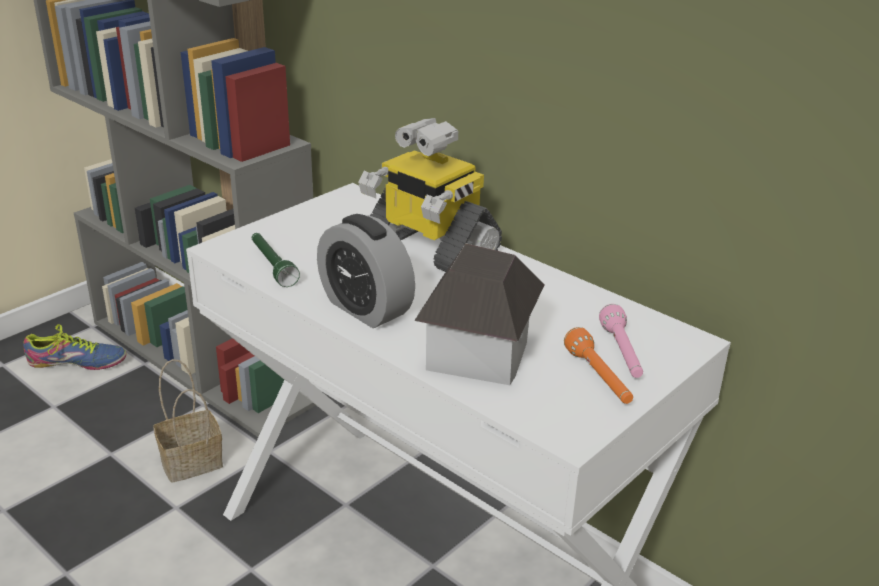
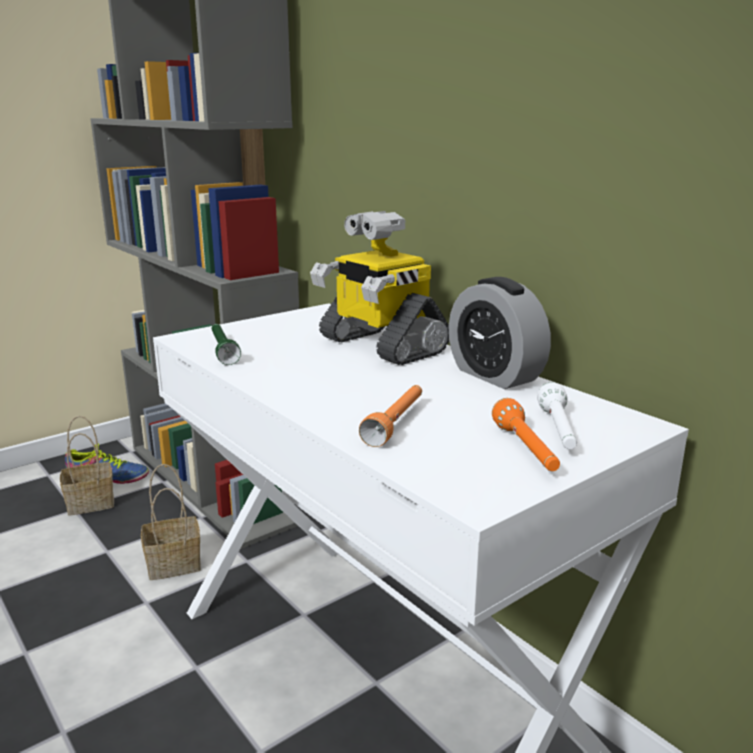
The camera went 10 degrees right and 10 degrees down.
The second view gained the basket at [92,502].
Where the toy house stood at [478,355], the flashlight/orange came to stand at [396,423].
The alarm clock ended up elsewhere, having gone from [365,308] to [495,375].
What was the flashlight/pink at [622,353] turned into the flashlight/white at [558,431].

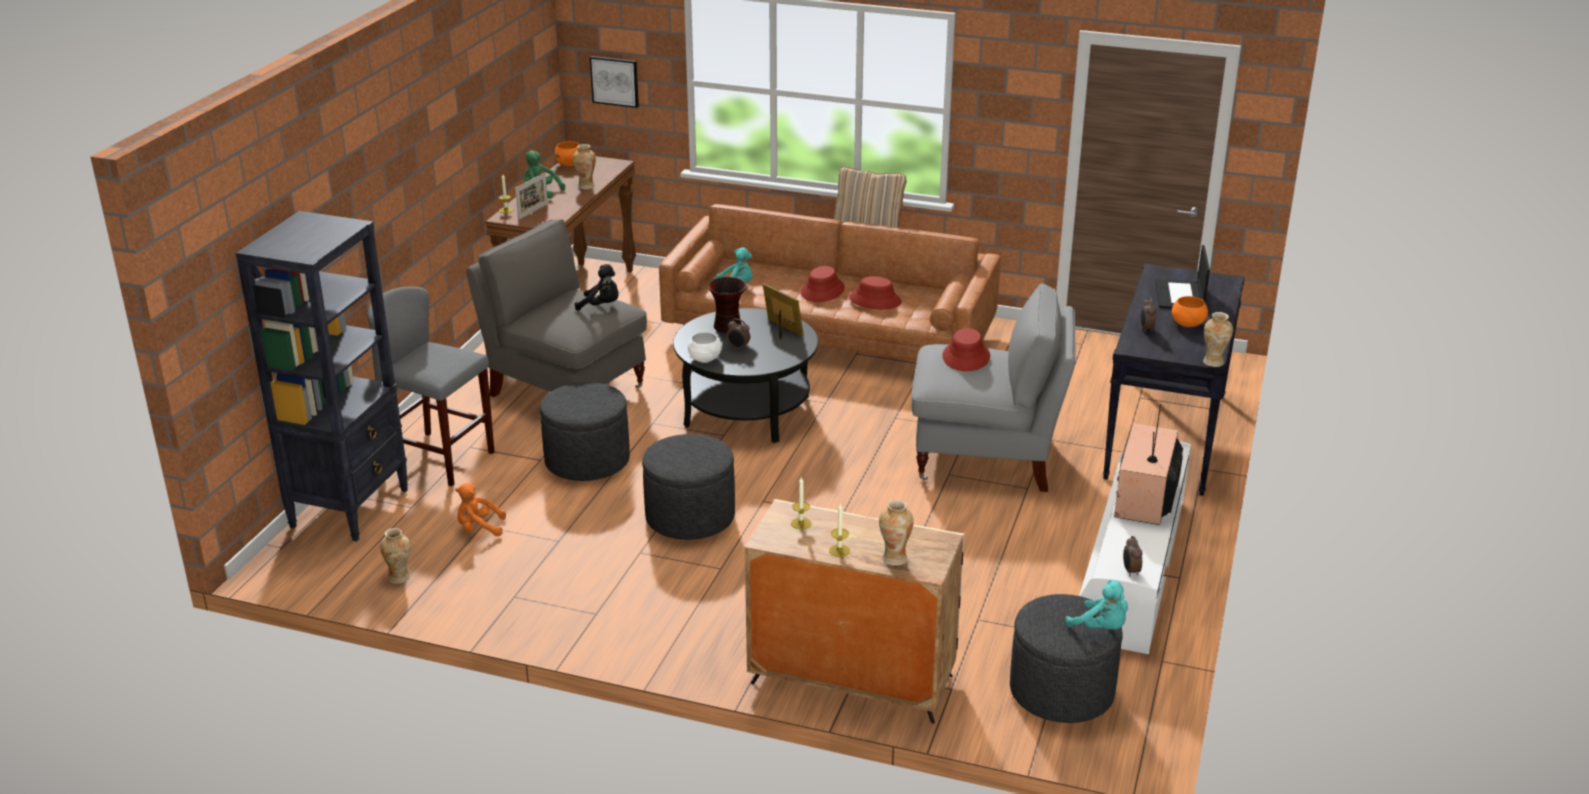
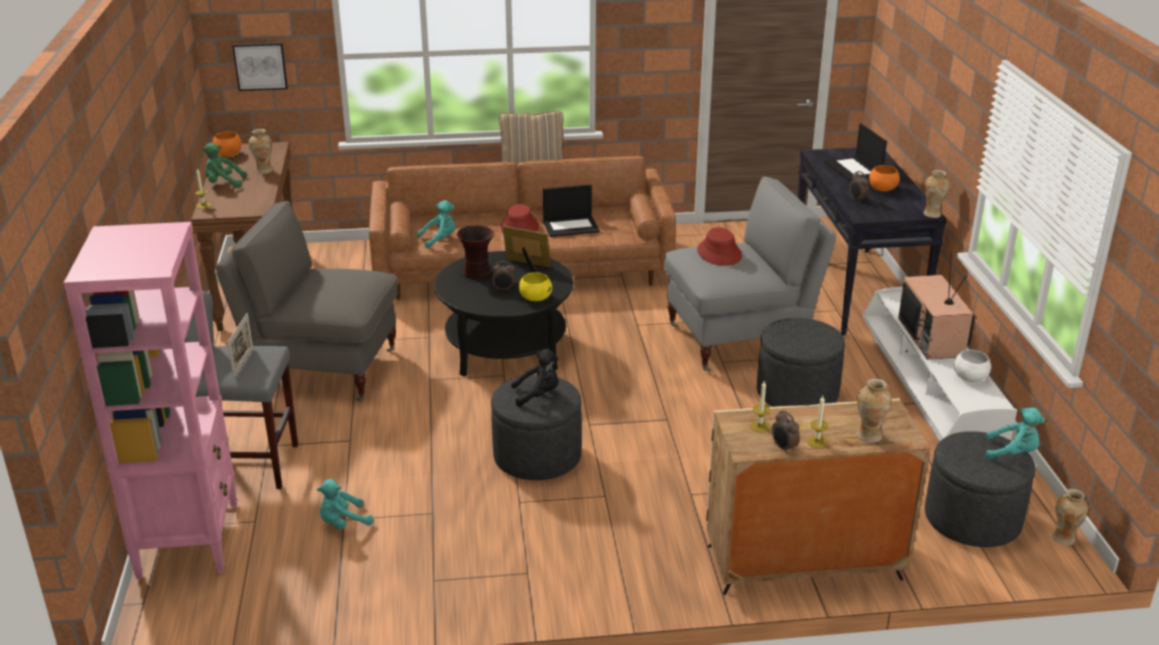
The camera went 25 degrees left and 0 degrees up.
What was the bookcase/black at [350,508] turned into the bookcase/pink at [189,539].
The picture frame ended up elsewhere, having gone from [533,211] to [243,363].
What was the plush toy/orange at [479,528] turned into the plush toy/turquoise at [343,523].
The plush toy/black ended up elsewhere, having gone from [601,306] to [538,395].
The second view gained the bowl/yellow at [535,298].
Where the hat/red stood at [875,300], the laptop came to stand at [571,226].
The ottoman/grey ended up elsewhere, having gone from [587,461] to [797,393].
The alarm clock ended up elsewhere, having gone from [1130,571] to [783,448].
The bowl/white ended up elsewhere, having gone from [704,359] to [969,378].
The vase ended up elsewhere, having gone from [399,577] to [1064,538].

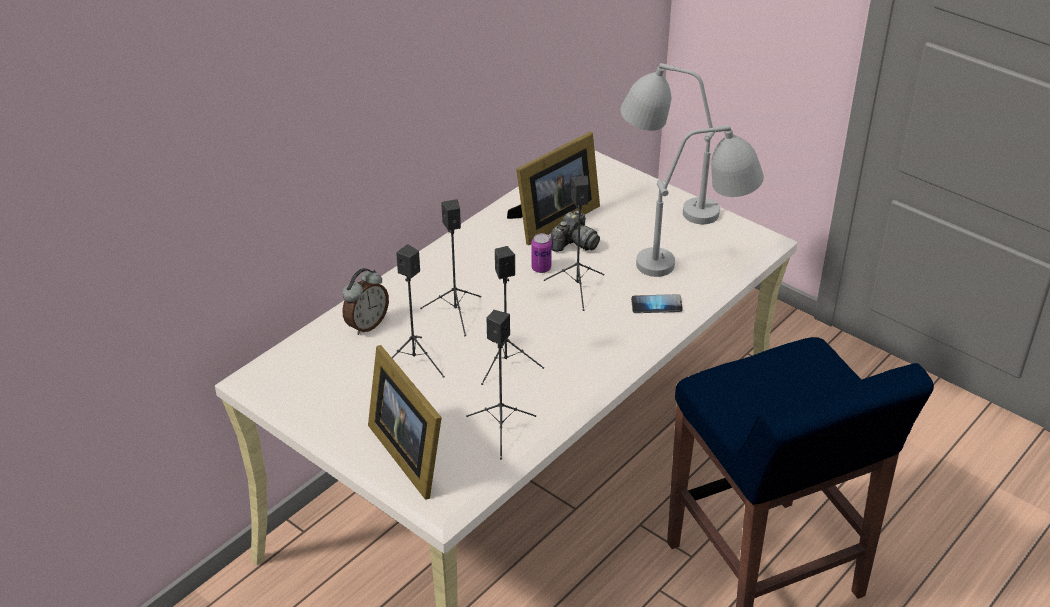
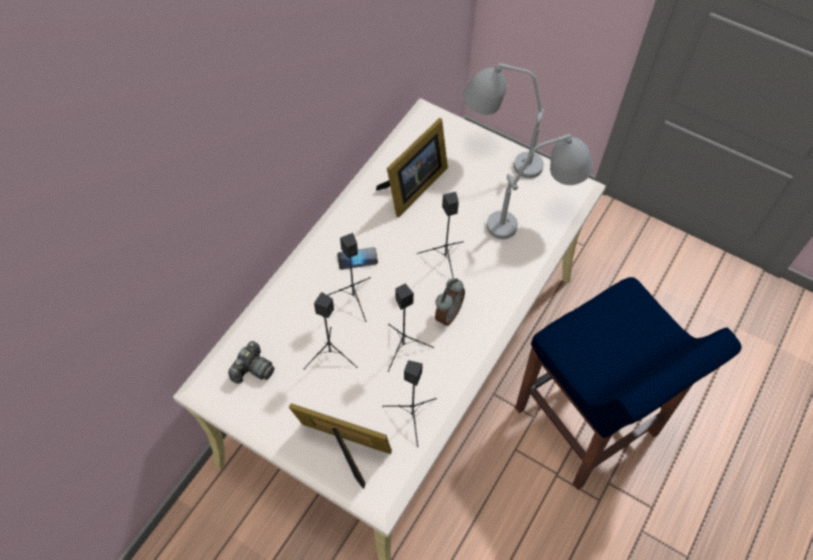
The camera went 10 degrees left and 20 degrees up.
The photo camera ended up elsewhere, having gone from [574,244] to [252,369].
The picture frame at [410,452] ended up facing another way, 150 degrees clockwise from before.
The phone ended up elsewhere, having gone from [656,305] to [357,259].
The alarm clock ended up elsewhere, having gone from [366,325] to [447,313].
The second view lost the can at [541,268].

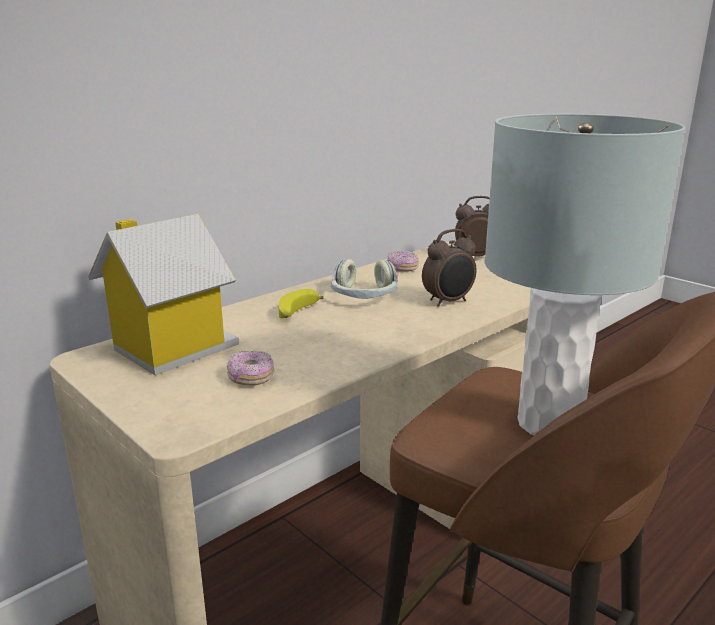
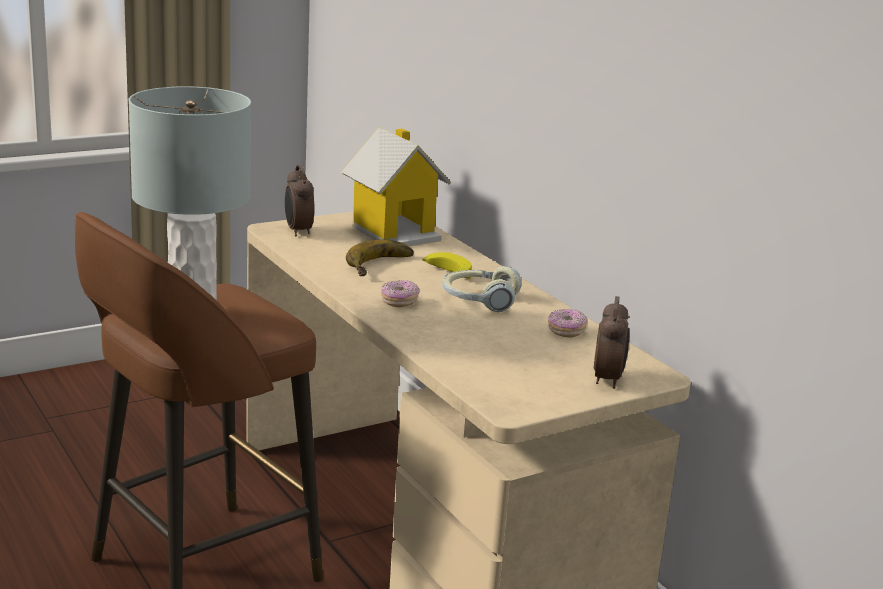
The camera went 100 degrees right and 0 degrees up.
The alarm clock ended up elsewhere, having gone from [448,302] to [298,231].
The second view gained the banana at [384,266].
The donut ended up elsewhere, having gone from [251,378] to [399,302].

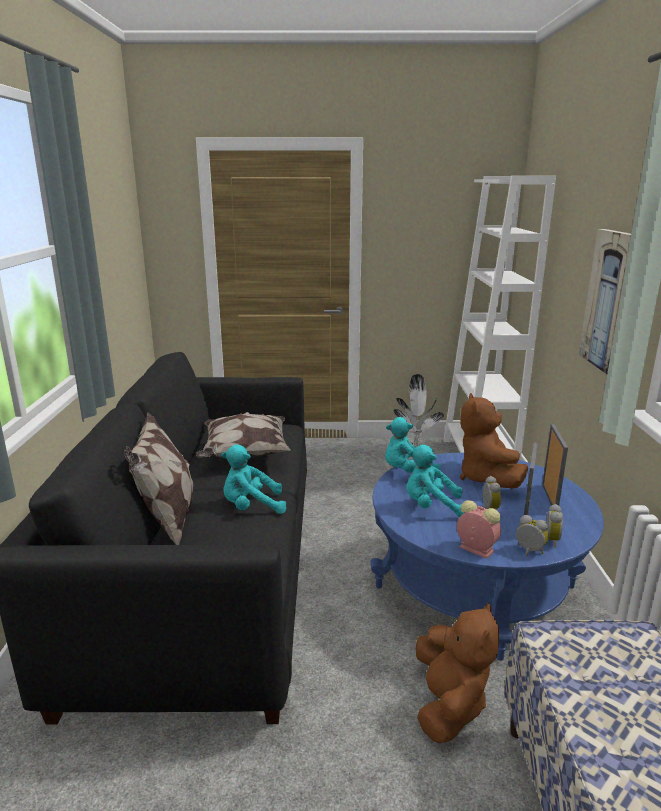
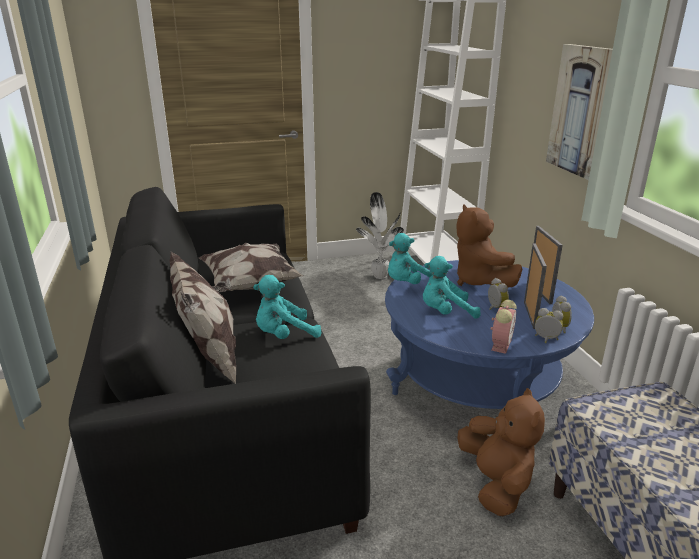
The camera went 15 degrees left and 5 degrees up.
The alarm clock at [474,549] ended up facing another way, 90 degrees clockwise from before.

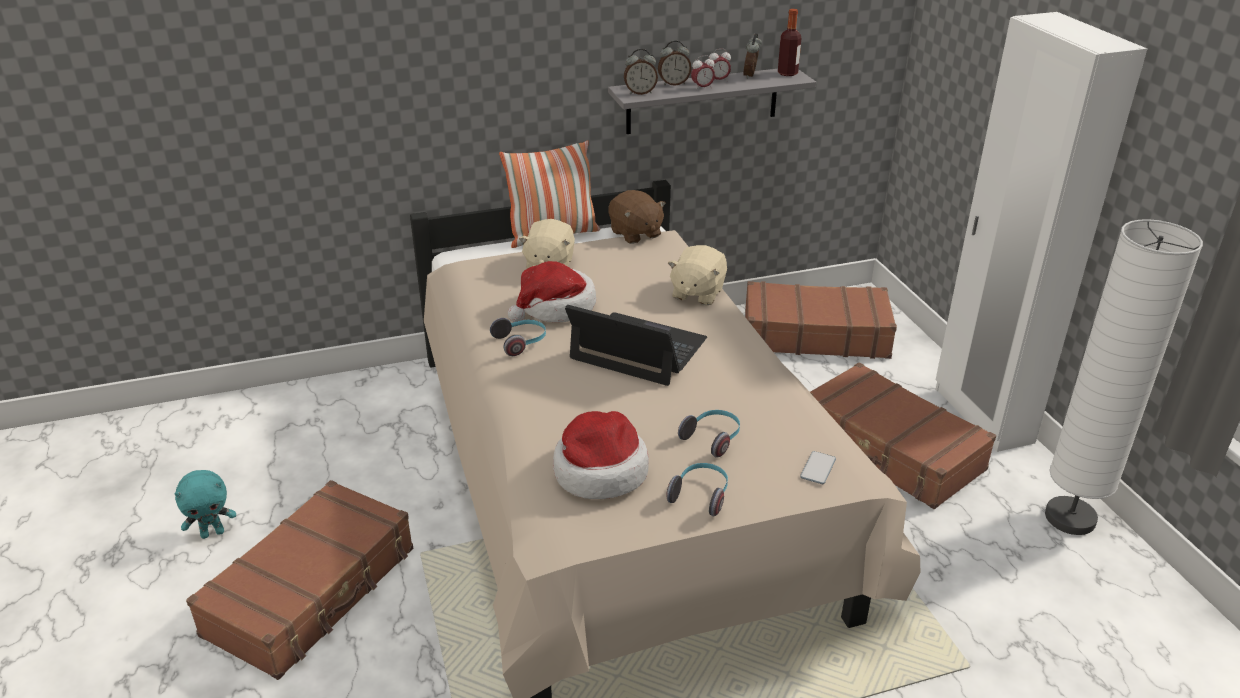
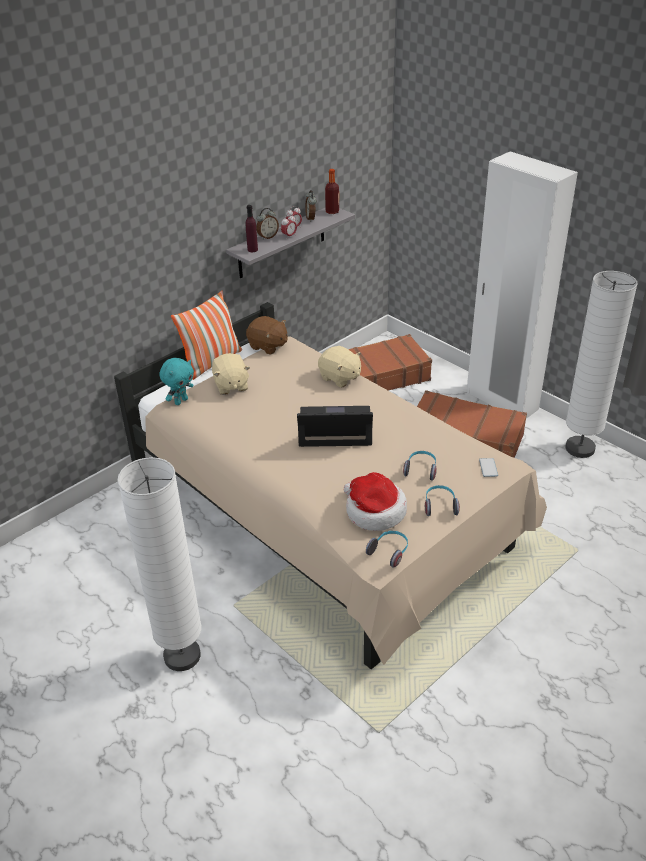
The camera went 25 degrees left and 5 degrees up.
Where the suitcase/brown stood at [313,591], the floor lamp/white came to stand at [182,656].
The plush toy/turquoise ended up elsewhere, having gone from [213,533] to [181,401].
Where the alarm clock stood at [640,93], the bottle/purple came to stand at [252,250].
The plush toy/beige at [697,293] ended up facing another way, 45 degrees counterclockwise from before.
The headphones ended up elsewhere, having gone from [521,343] to [389,552].
The second view lost the hat at [555,307].

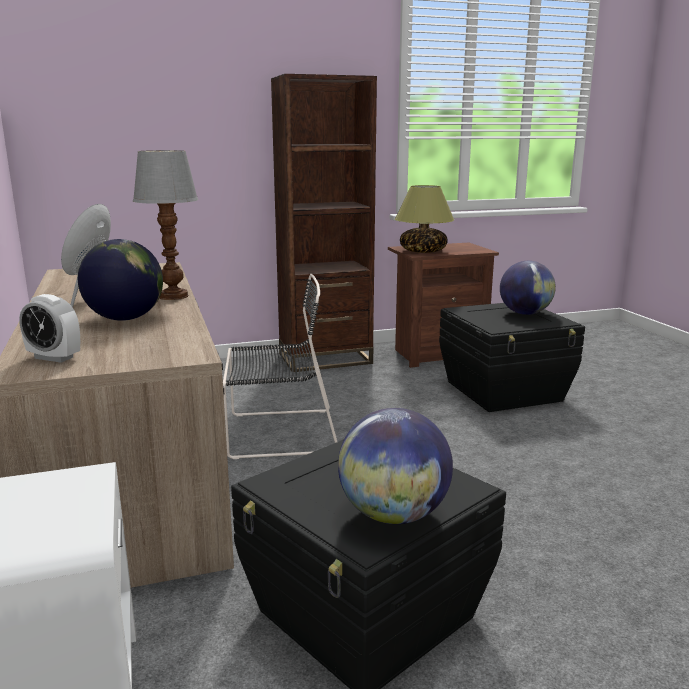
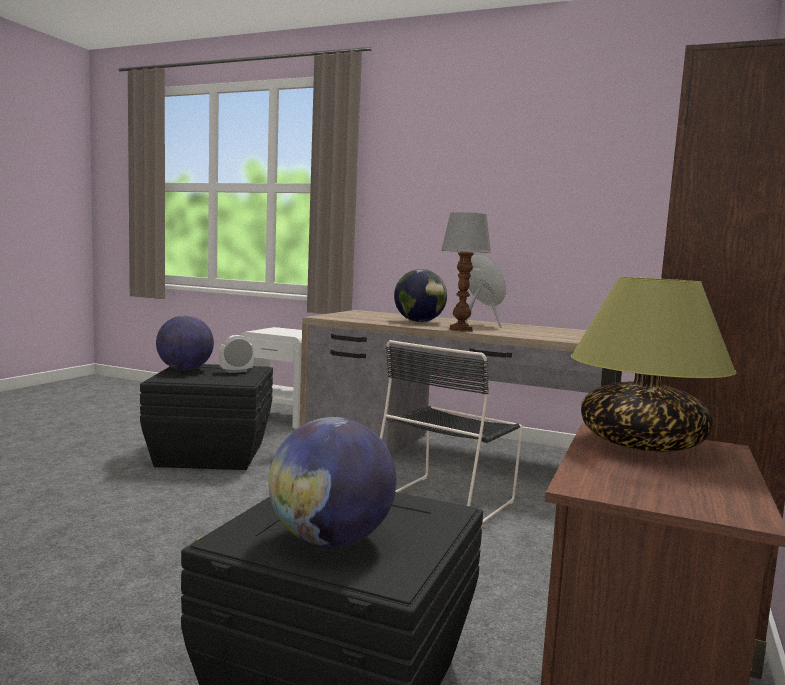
The camera went 130 degrees right and 10 degrees down.
The alarm clock ended up elsewhere, having gone from [54,357] to [236,371].

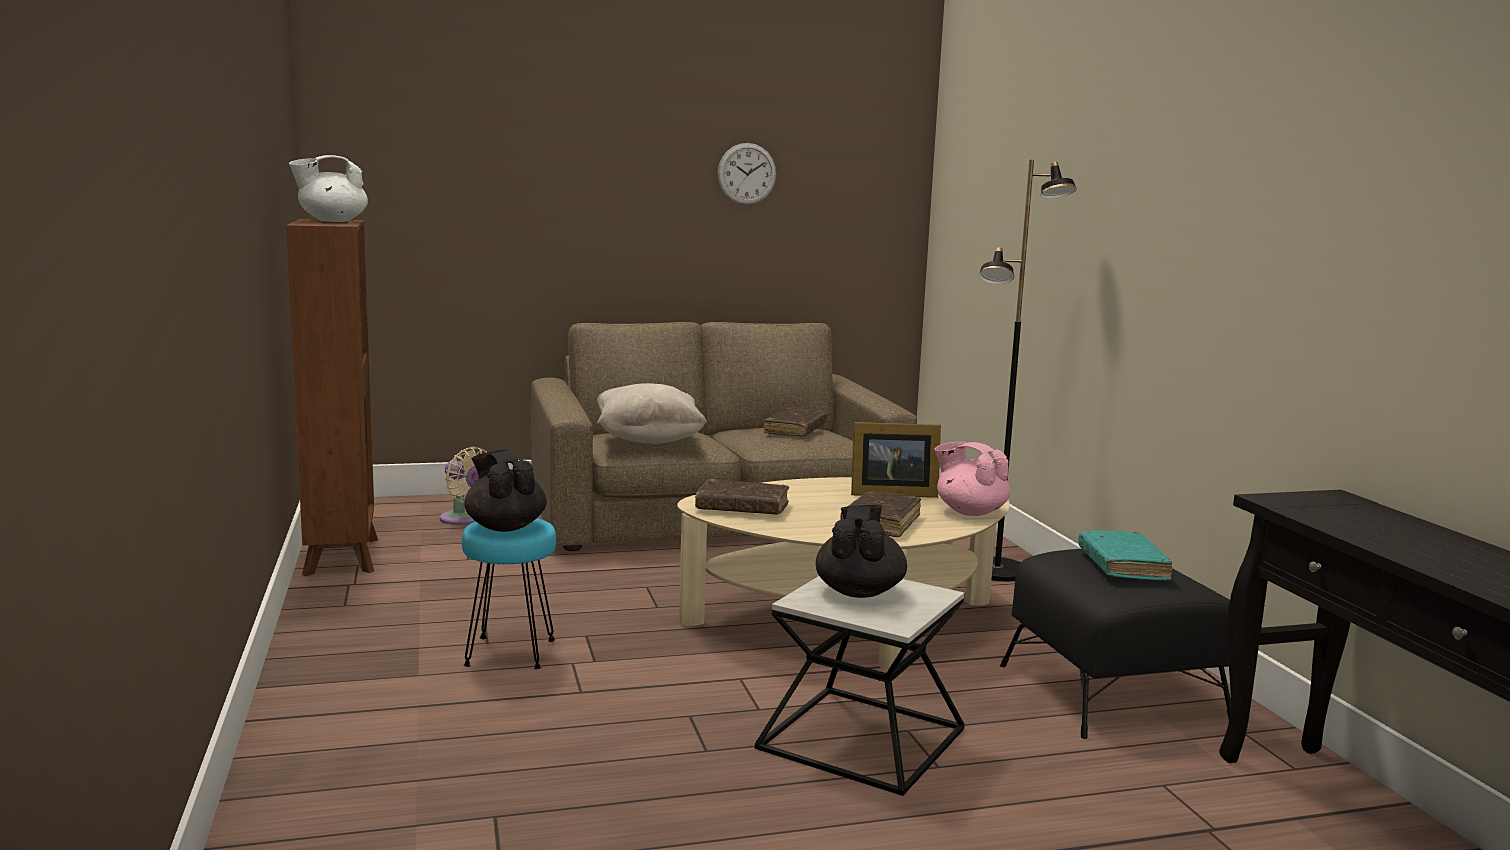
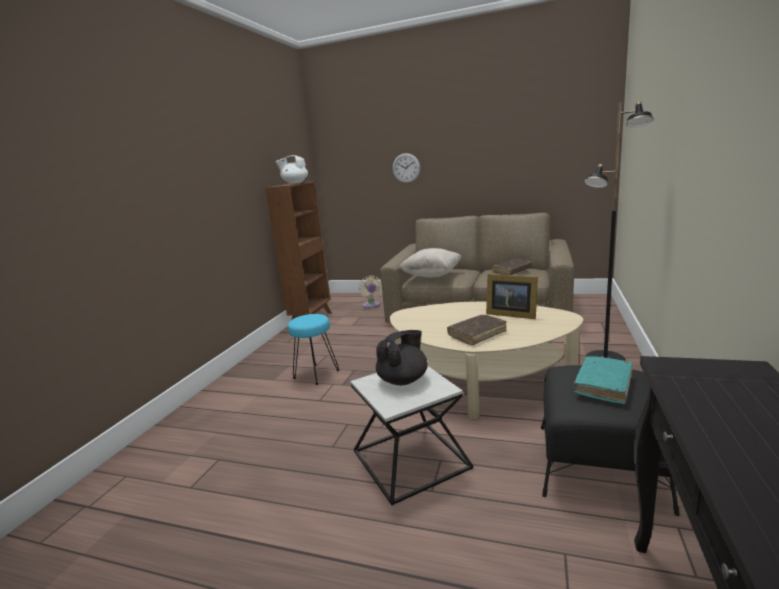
The camera went 35 degrees right and 5 degrees up.
The wall clock ended up elsewhere, having gone from [747,174] to [406,168].
The second view lost the teapot/black at [505,527].
The second view lost the book/brown at [742,508].
The second view lost the teapot/pink at [969,511].

